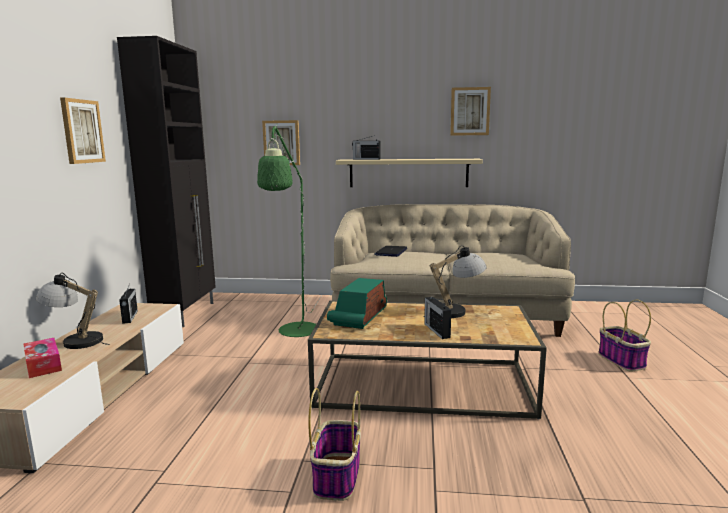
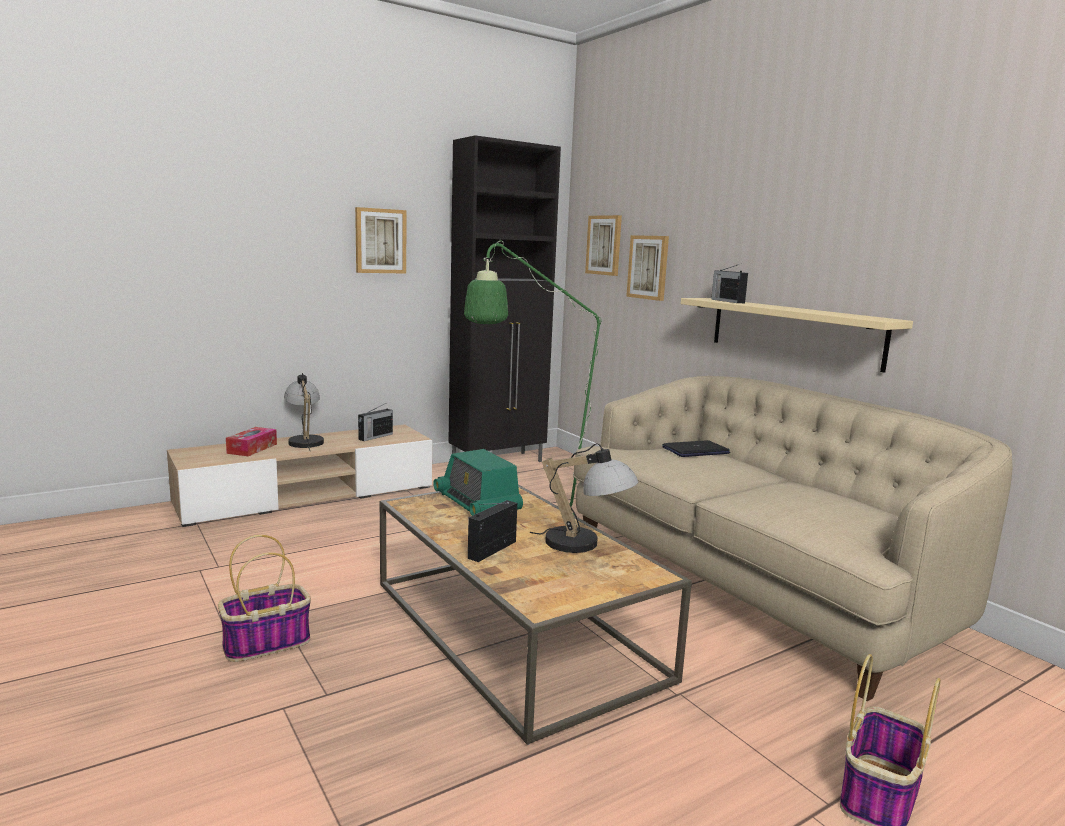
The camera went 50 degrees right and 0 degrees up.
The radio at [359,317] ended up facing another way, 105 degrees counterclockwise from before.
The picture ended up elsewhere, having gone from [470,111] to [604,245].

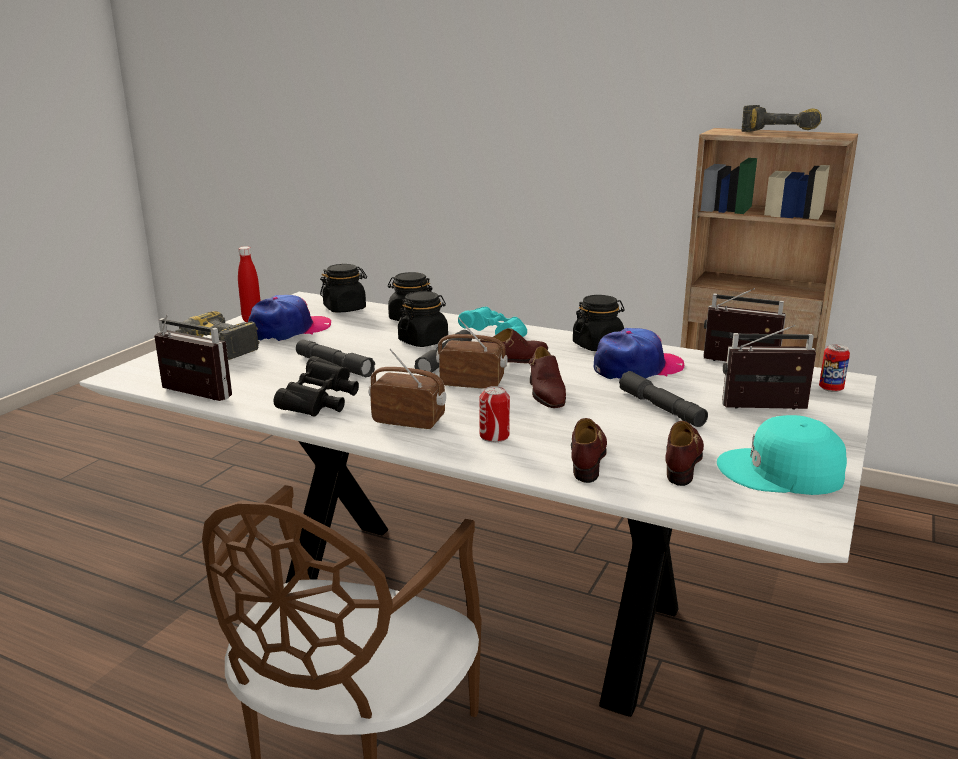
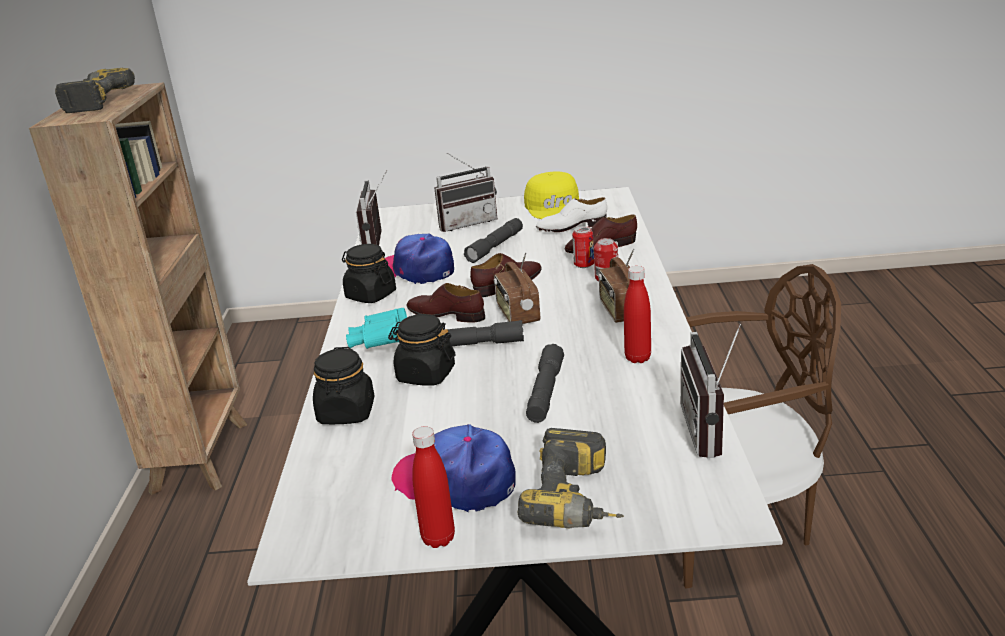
The camera went 115 degrees left and 5 degrees up.
The radio at [765,411] ended up facing another way, 90 degrees counterclockwise from before.
What was the cap/turquoise at [781,472] turned into the cap/yellow at [555,207].
What was the shoe/brown at [683,461] turned into the shoe/white at [571,227].
The can ended up elsewhere, having gone from [831,389] to [584,265].
Where the binoculars/black stood at [320,403], the bottle/red came to stand at [637,358].
The second view lost the jar/black at [345,308].

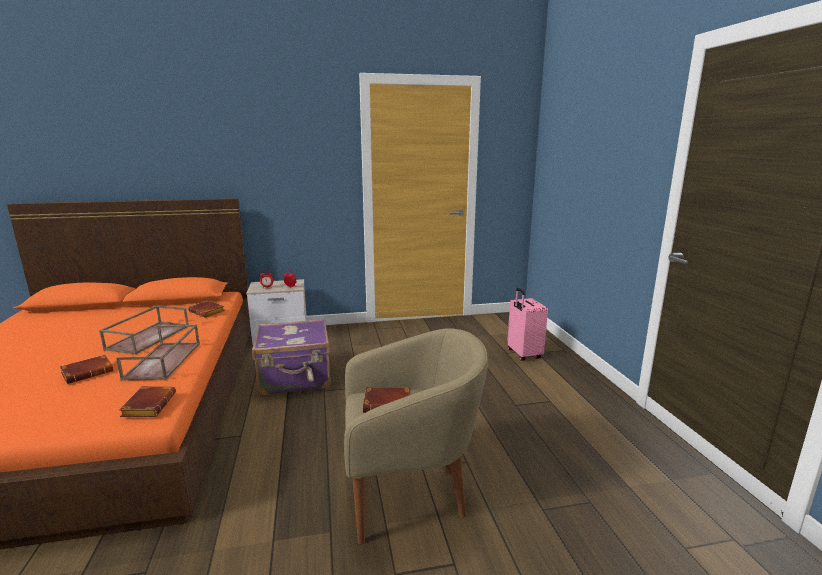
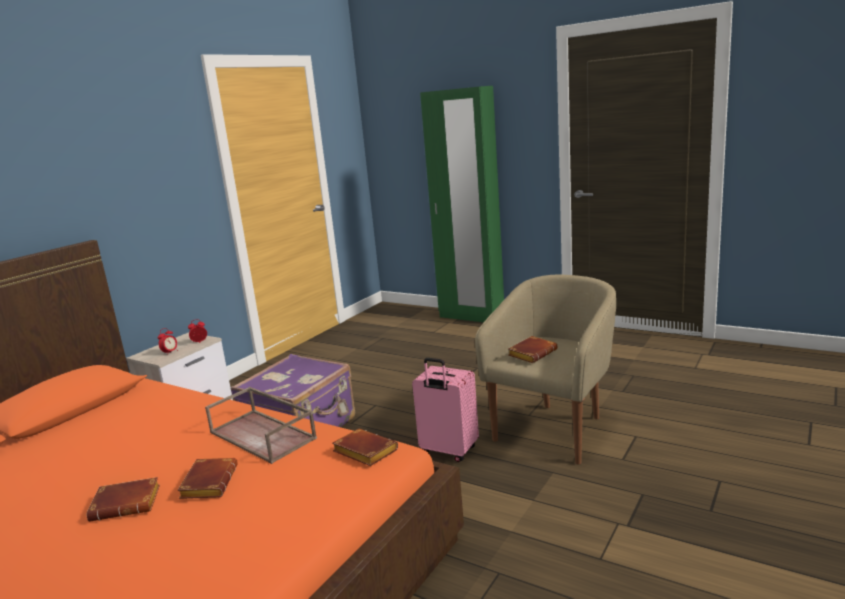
The camera went 45 degrees left and 0 degrees up.
The book/brown ended up elsewhere, having gone from [208,312] to [128,503].
The suitcase/pink ended up elsewhere, having gone from [523,354] to [448,451].
The second view gained the wardrobe/green at [471,316].
The second view lost the tray/brown at [148,337].

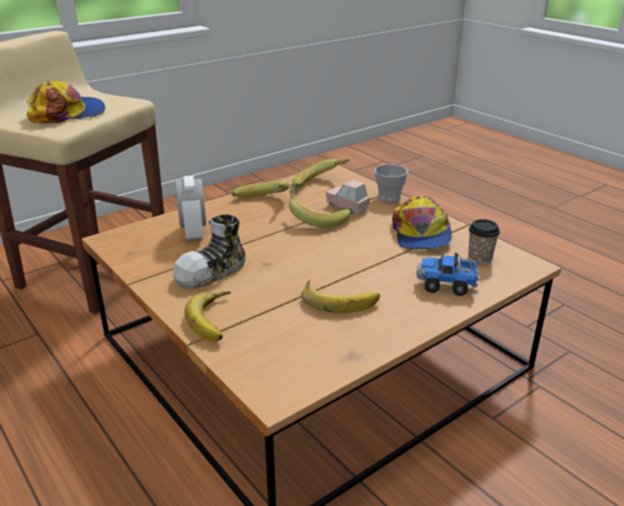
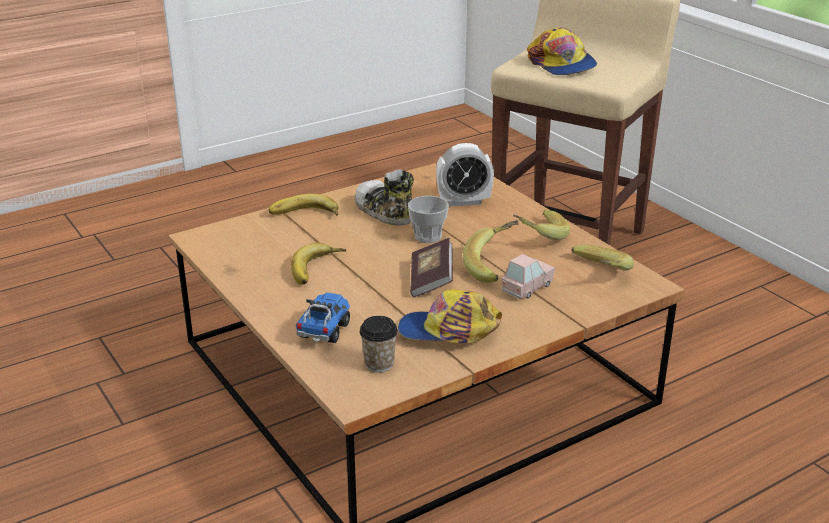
The camera went 95 degrees right and 0 degrees up.
The cup ended up elsewhere, having gone from [389,197] to [428,236].
The second view gained the book at [431,280].

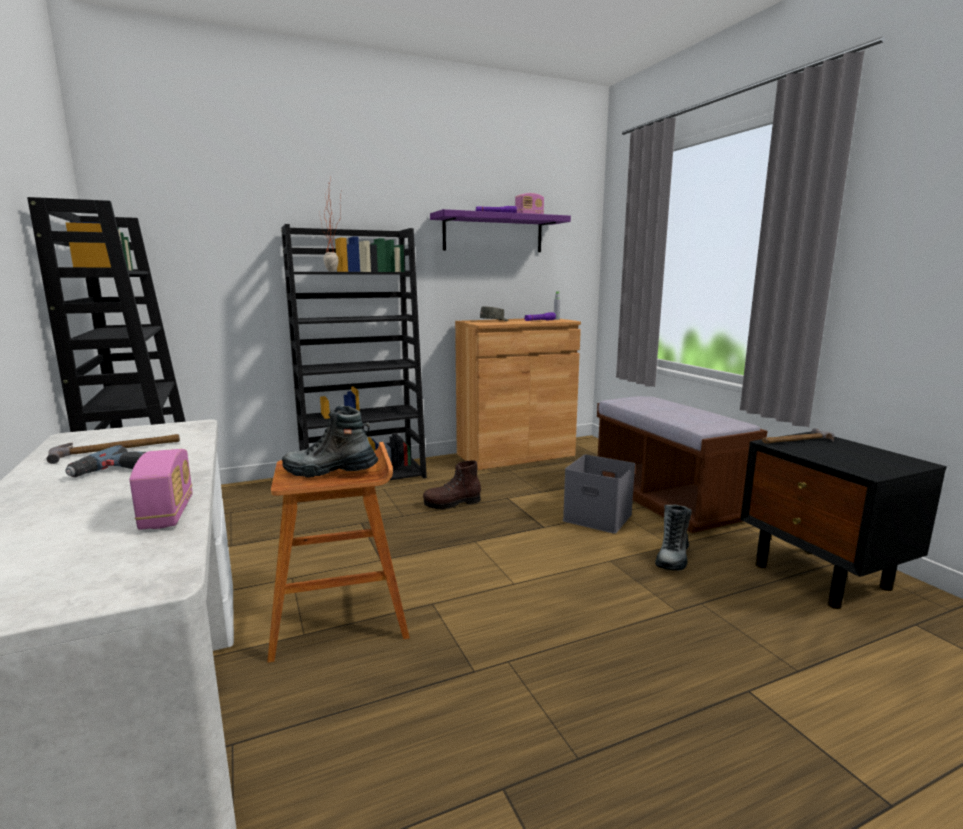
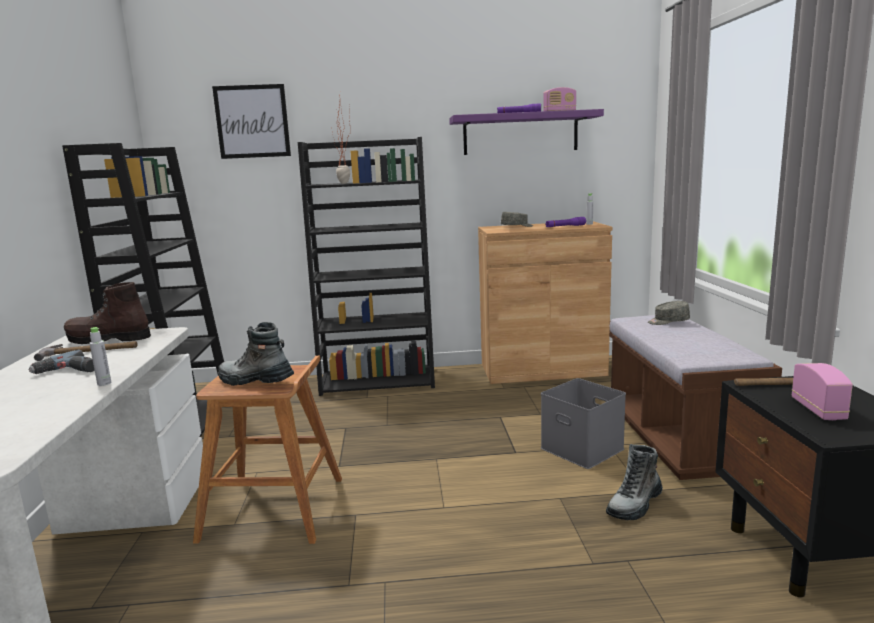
The camera went 20 degrees right and 0 degrees up.
The boot/brown ended up elsewhere, having gone from [452,503] to [108,339].
The second view gained the bottle/grey at [104,383].
The second view gained the picture at [252,121].
The second view gained the cap/grey at [668,322].
The radio ended up elsewhere, having gone from [168,514] to [818,410].

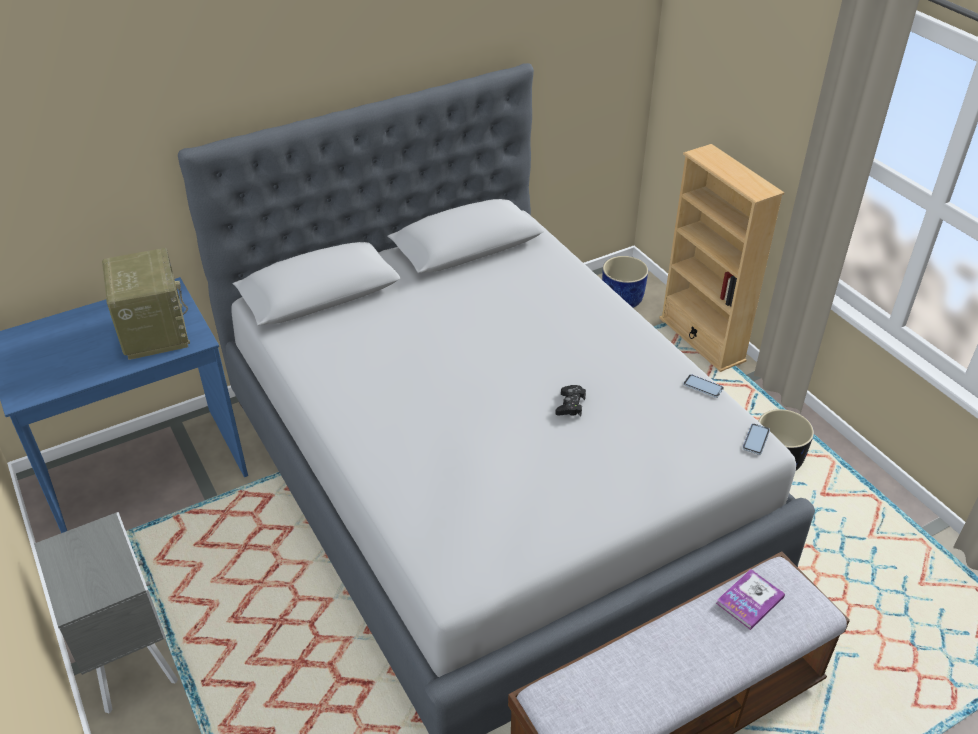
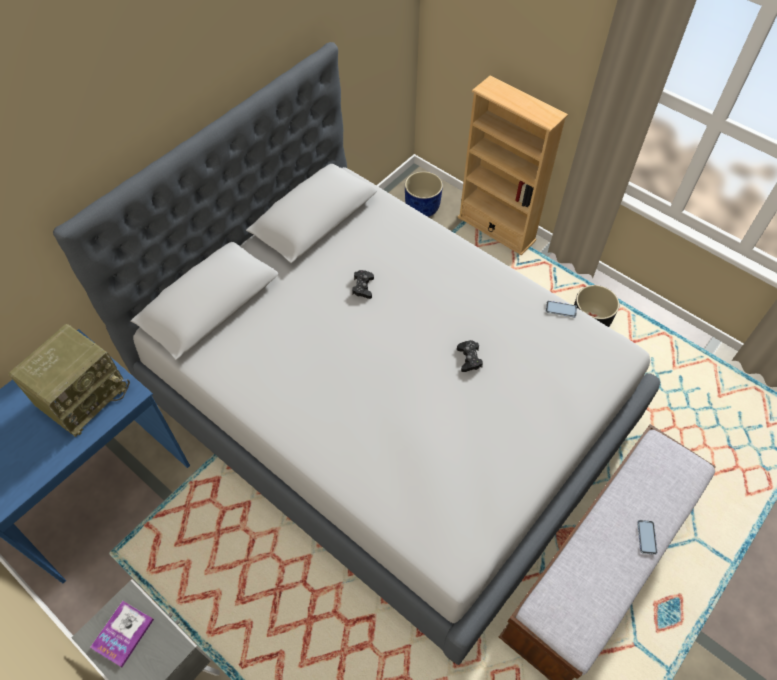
The camera went 20 degrees left and 15 degrees up.
The radio at [153,330] ended up facing another way, 75 degrees clockwise from before.
The book ended up elsewhere, having gone from [750,600] to [123,633].
The second view gained the game controller/black at [363,287].
The phone ended up elsewhere, having gone from [756,440] to [646,537].

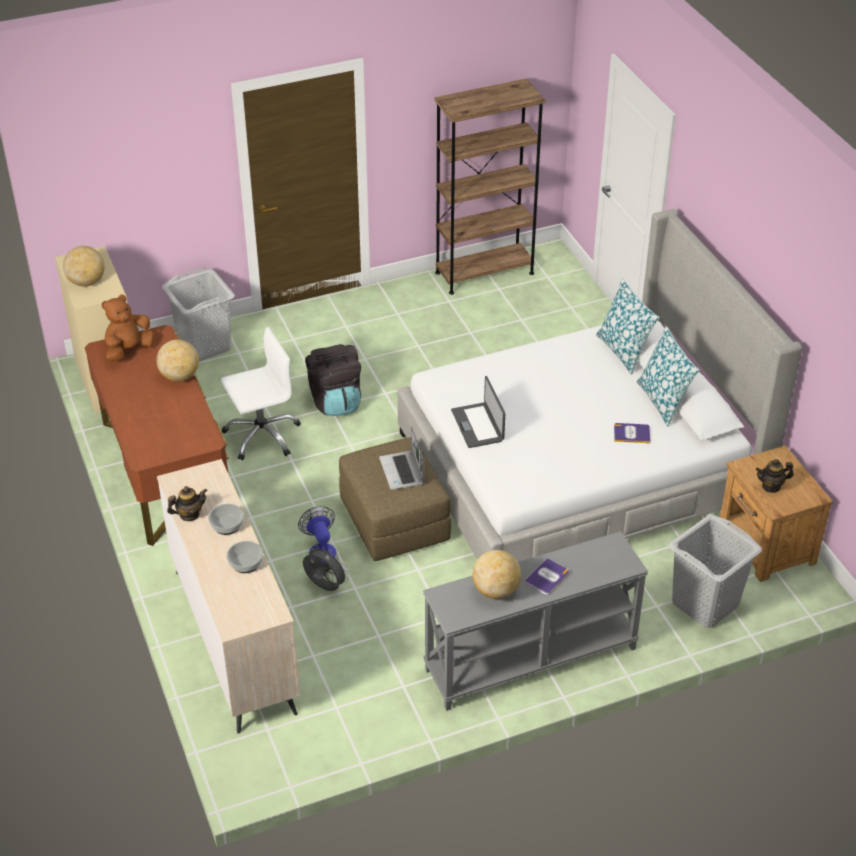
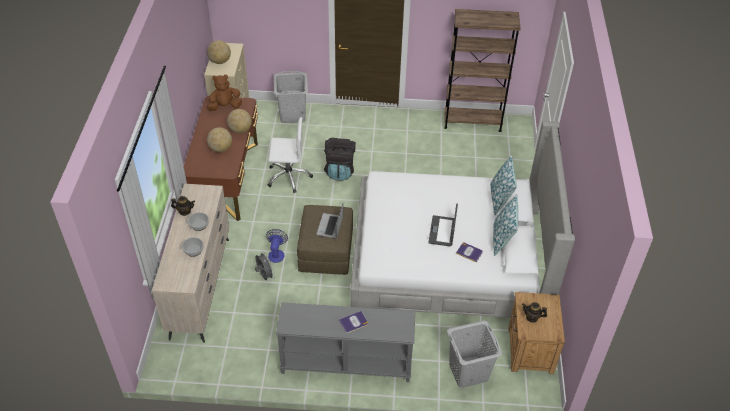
The camera went 25 degrees right and 5 degrees up.
The globe ended up elsewhere, having gone from [496,590] to [221,149].
The laptop ended up elsewhere, having gone from [478,425] to [442,231].

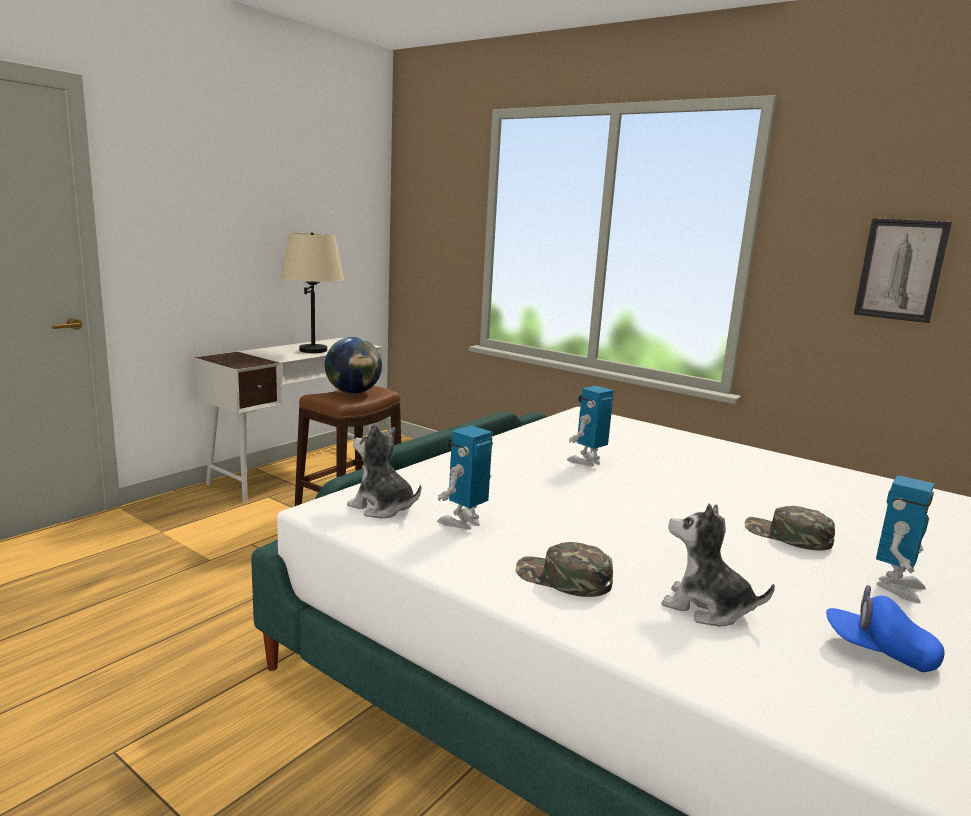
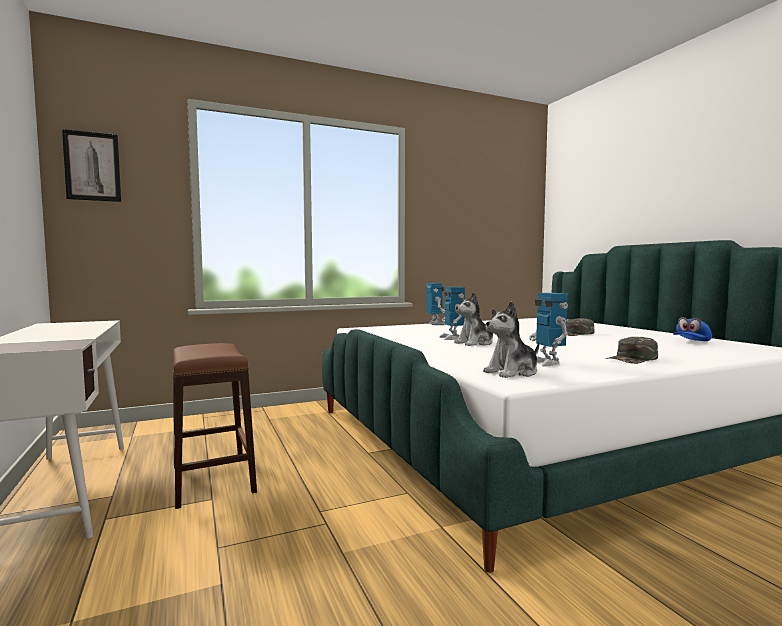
The camera went 60 degrees left and 10 degrees down.
The picture ended up elsewhere, having gone from [900,270] to [92,166].
The toy robot ended up elsewhere, having gone from [896,587] to [435,324].
The plush toy ended up elsewhere, having gone from [706,608] to [475,343].
The second view lost the table lamp/beige at [313,350].
The second view lost the globe at [353,392].

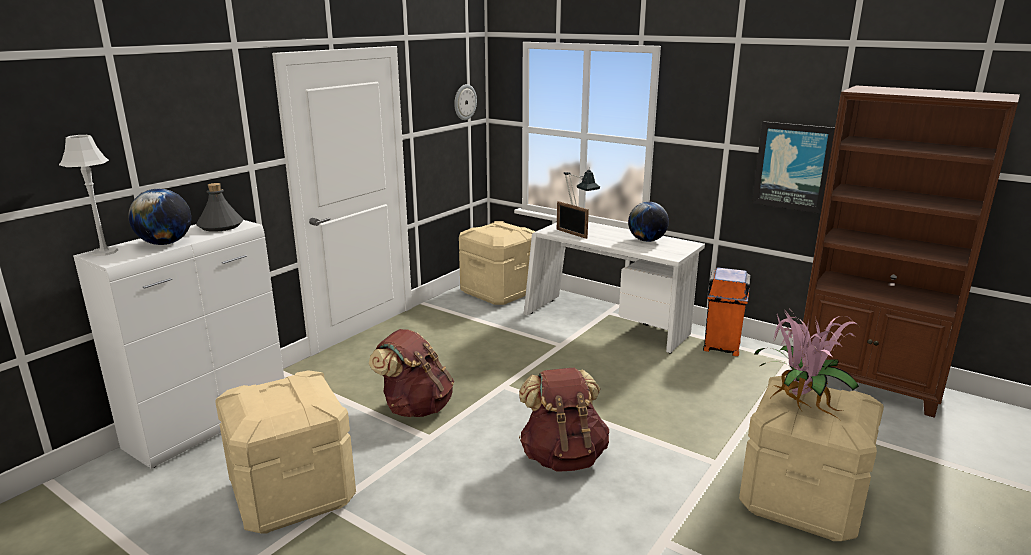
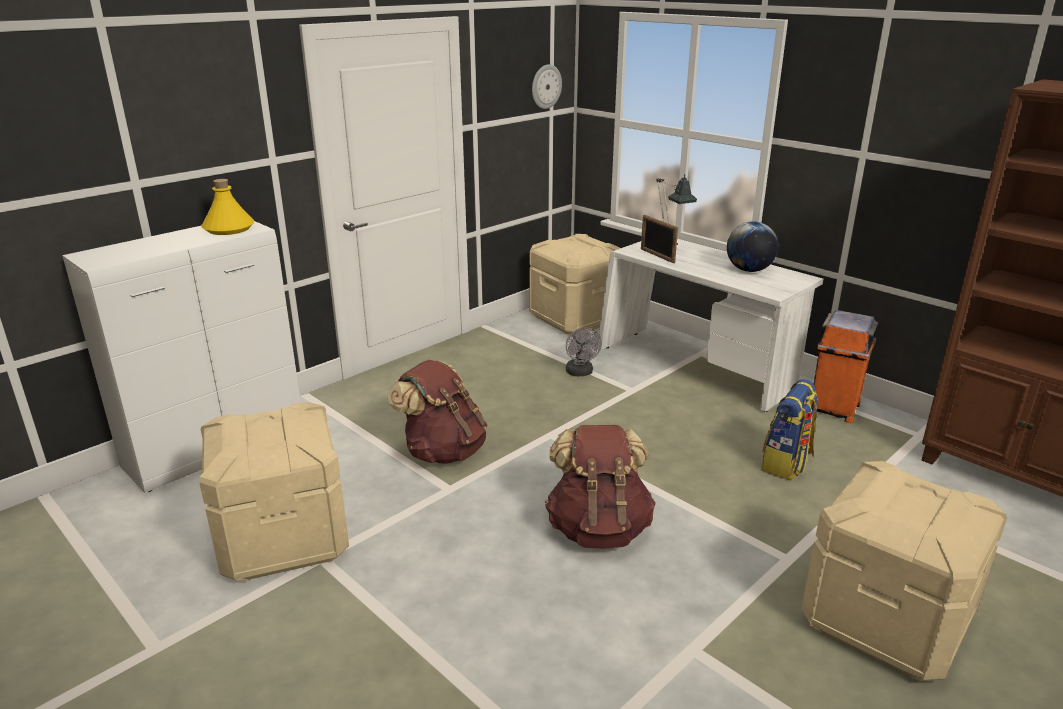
The camera went 10 degrees right and 5 degrees up.
What was the bottle/grey at [221,226] turned into the bottle/yellow at [229,229].
The second view gained the fan/grey at [580,373].
The second view gained the backpack at [786,464].
The second view lost the table lamp/grey at [104,252].
The second view lost the globe at [165,243].
The second view lost the picture at [793,166].
The second view lost the potted plant at [798,404].

